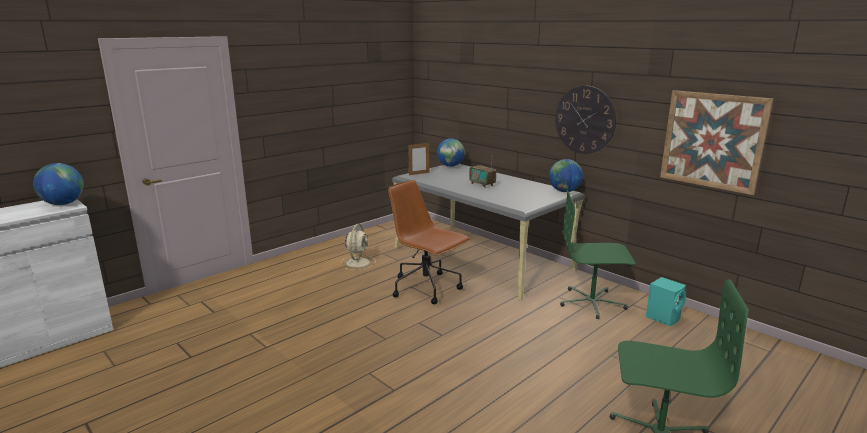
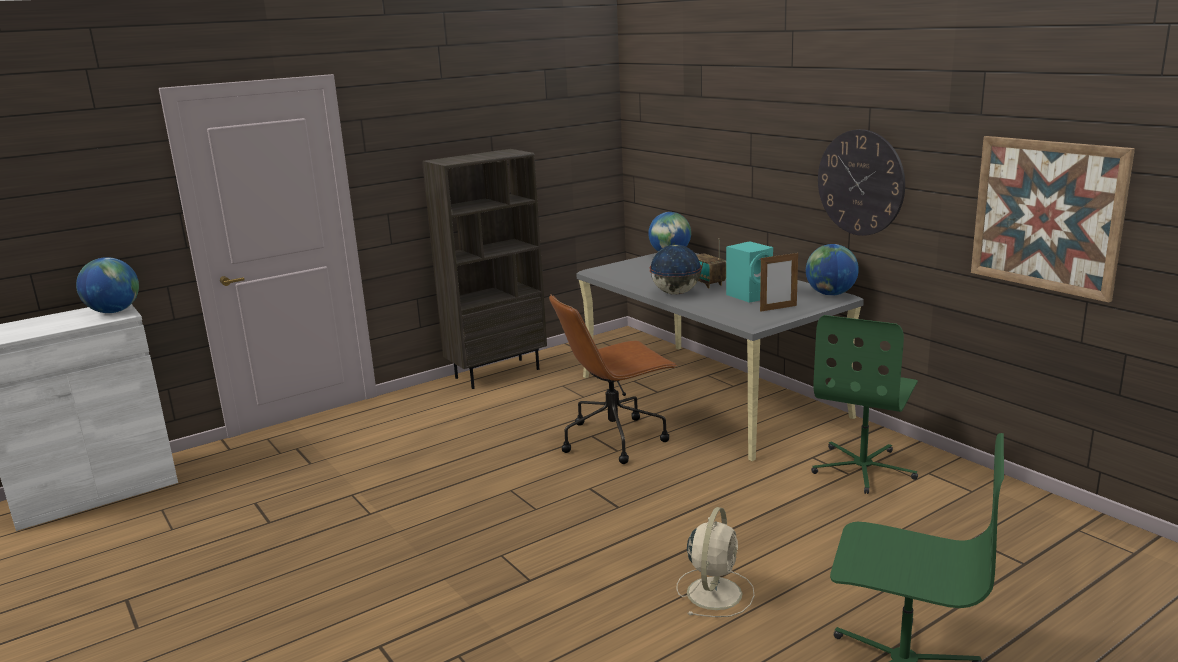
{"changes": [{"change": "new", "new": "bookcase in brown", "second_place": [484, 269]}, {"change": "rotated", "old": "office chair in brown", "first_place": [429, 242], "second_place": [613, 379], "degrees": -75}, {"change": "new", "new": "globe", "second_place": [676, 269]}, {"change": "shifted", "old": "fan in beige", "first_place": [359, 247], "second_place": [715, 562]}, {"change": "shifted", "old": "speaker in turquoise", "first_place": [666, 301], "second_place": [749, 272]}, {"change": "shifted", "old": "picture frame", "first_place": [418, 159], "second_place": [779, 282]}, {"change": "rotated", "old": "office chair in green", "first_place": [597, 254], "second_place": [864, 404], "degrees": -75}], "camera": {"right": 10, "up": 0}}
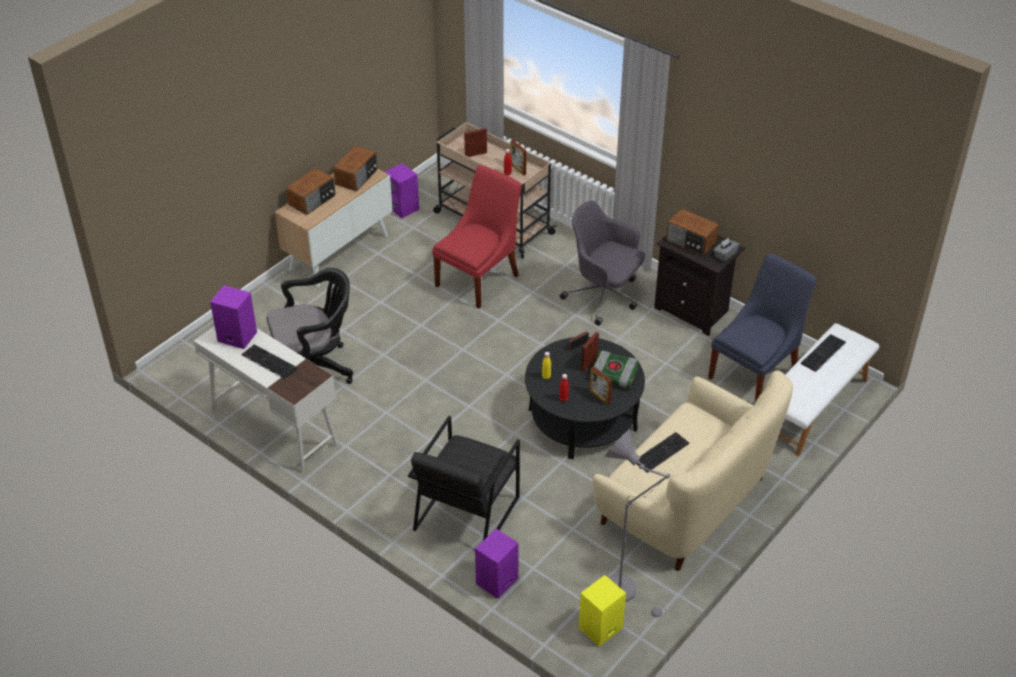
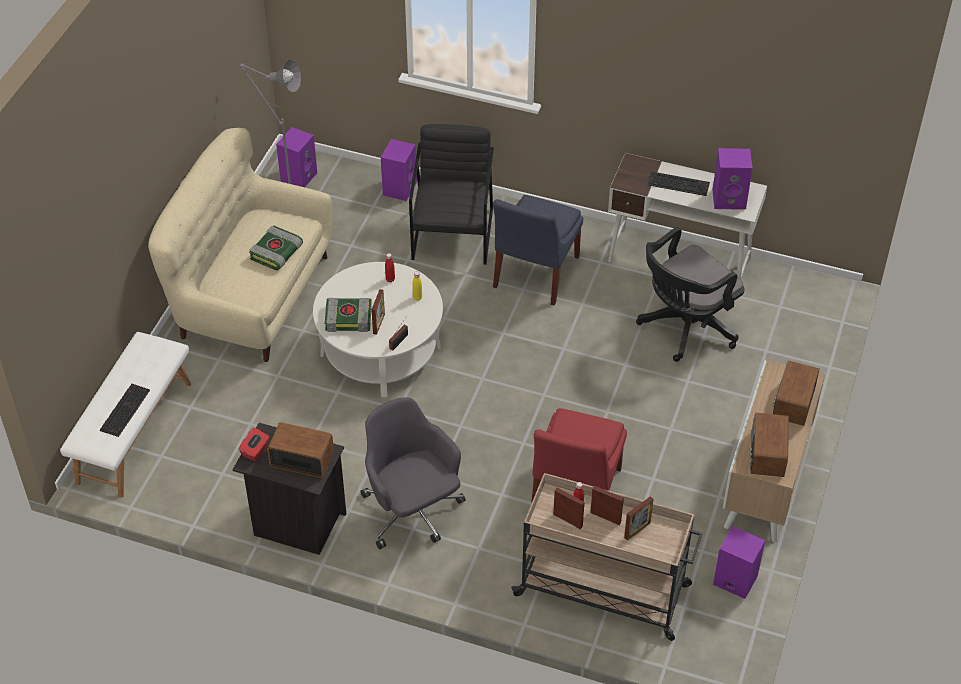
{"changes": [{"change": "repainted", "old": "tissue box in grey", "new": "tissue box in red", "first_place": [726, 250], "second_place": [254, 444]}, {"change": "swapped", "old": "keyboard", "new": "book", "first_place": [663, 452], "second_place": [276, 248]}, {"change": "repainted", "old": "speaker in yellow", "new": "speaker in purple", "first_place": [602, 611], "second_place": [296, 157]}, {"change": "repainted", "old": "coffee table in black", "new": "coffee table in white", "first_place": [585, 398], "second_place": [378, 329]}, {"change": "rotated", "old": "office chair in grey", "first_place": [602, 263], "second_place": [413, 473], "degrees": -135}, {"change": "shifted", "old": "chair in blue", "first_place": [762, 328], "second_place": [538, 250]}, {"change": "shifted", "old": "picture frame", "first_place": [601, 385], "second_place": [607, 505]}], "camera": {"right": 160, "up": 5}}
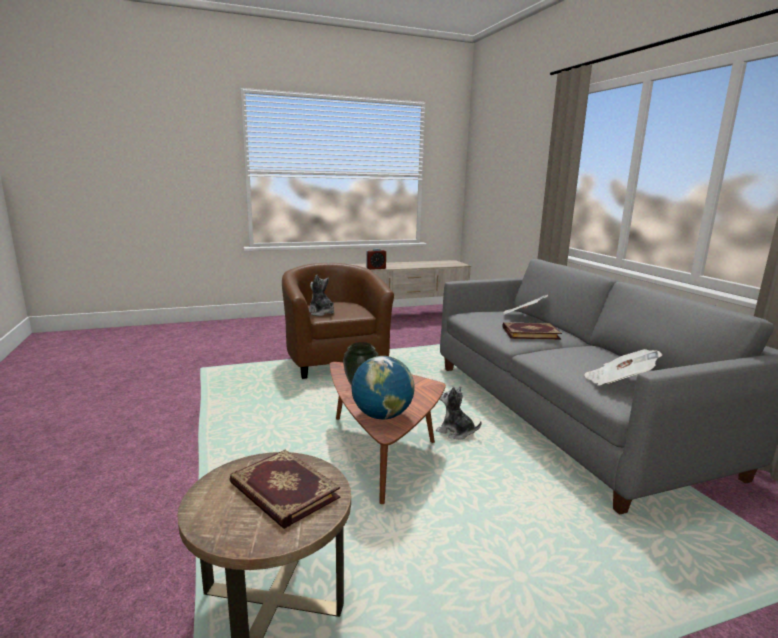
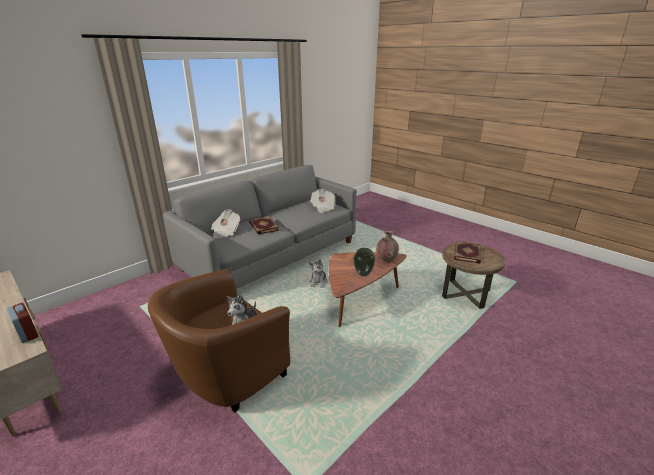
{"changes": [{"change": "swapped", "old": "globe", "new": "vase in brown", "first_place": [383, 387], "second_place": [387, 246]}], "camera": {"right": -115, "up": 10}}
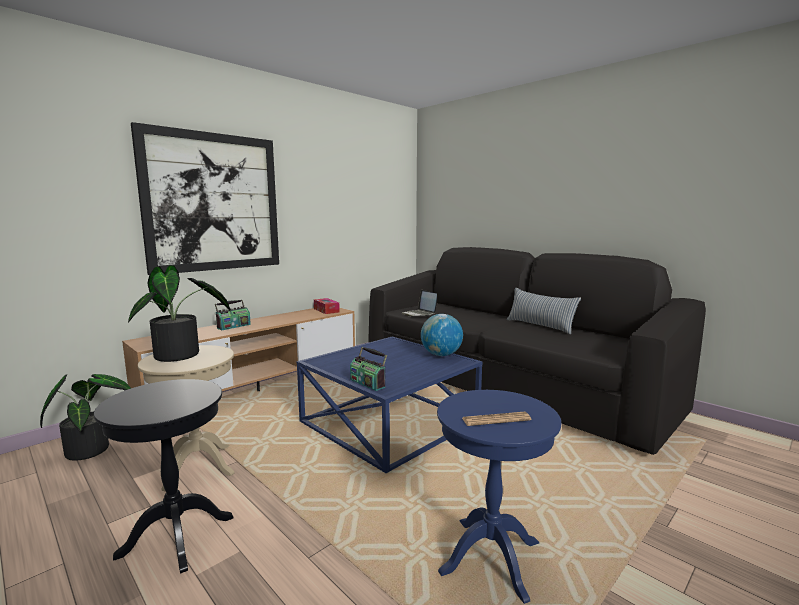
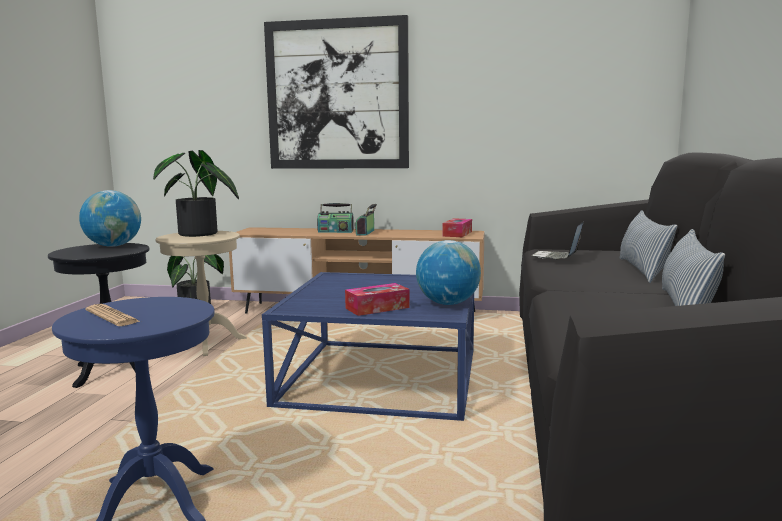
{"changes": [{"change": "new", "new": "globe", "second_place": [110, 218]}, {"change": "new", "new": "tissue box", "second_place": [377, 299]}, {"change": "shifted", "old": "radio", "first_place": [368, 369], "second_place": [366, 220]}, {"change": "new", "new": "pillow", "second_place": [648, 246]}], "camera": {"right": 55, "up": 0}}
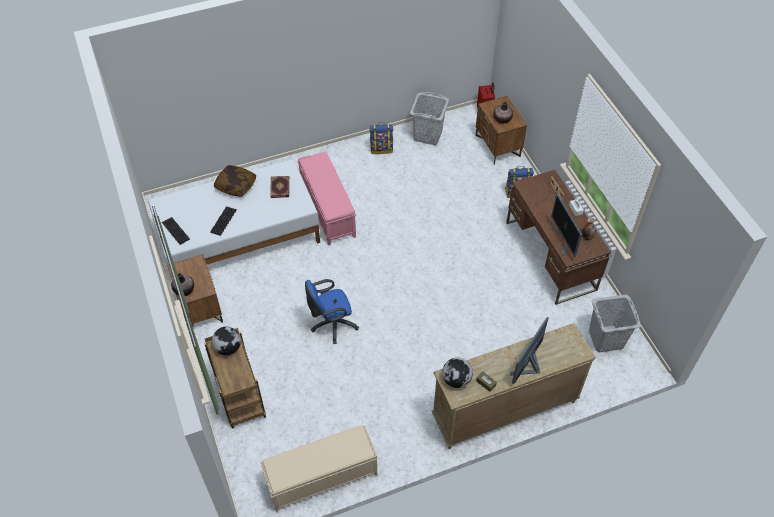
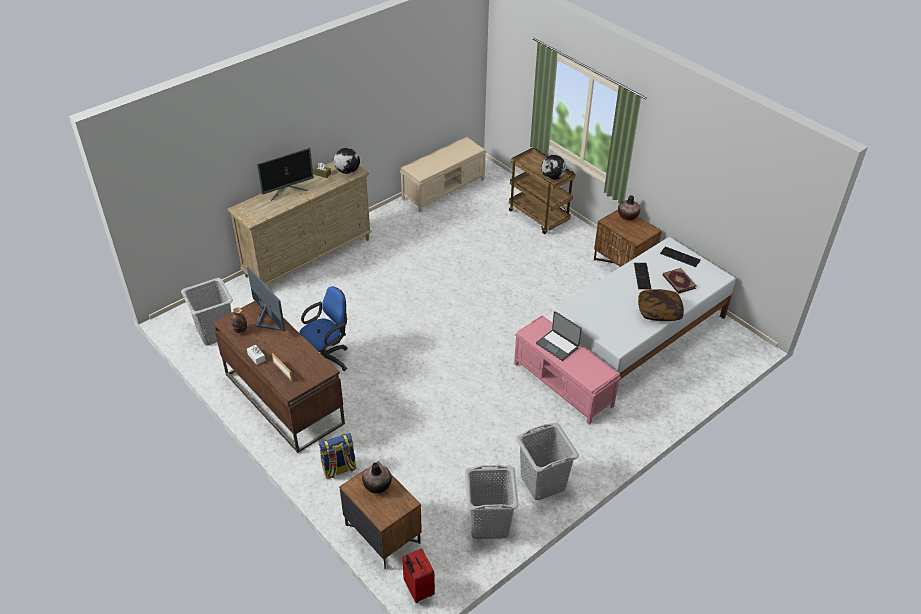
{"changes": [{"change": "rotated", "old": "monitor", "first_place": [529, 350], "second_place": [285, 174], "degrees": 45}, {"change": "shifted", "old": "office chair in blue", "first_place": [332, 311], "second_place": [323, 328]}, {"change": "swapped", "old": "backpack", "new": "laundry basket in grey", "first_place": [381, 138], "second_place": [547, 461]}, {"change": "new", "new": "laptop", "second_place": [559, 336]}, {"change": "shifted", "old": "book", "first_place": [279, 187], "second_place": [679, 281]}], "camera": {"right": 160, "up": -10}}
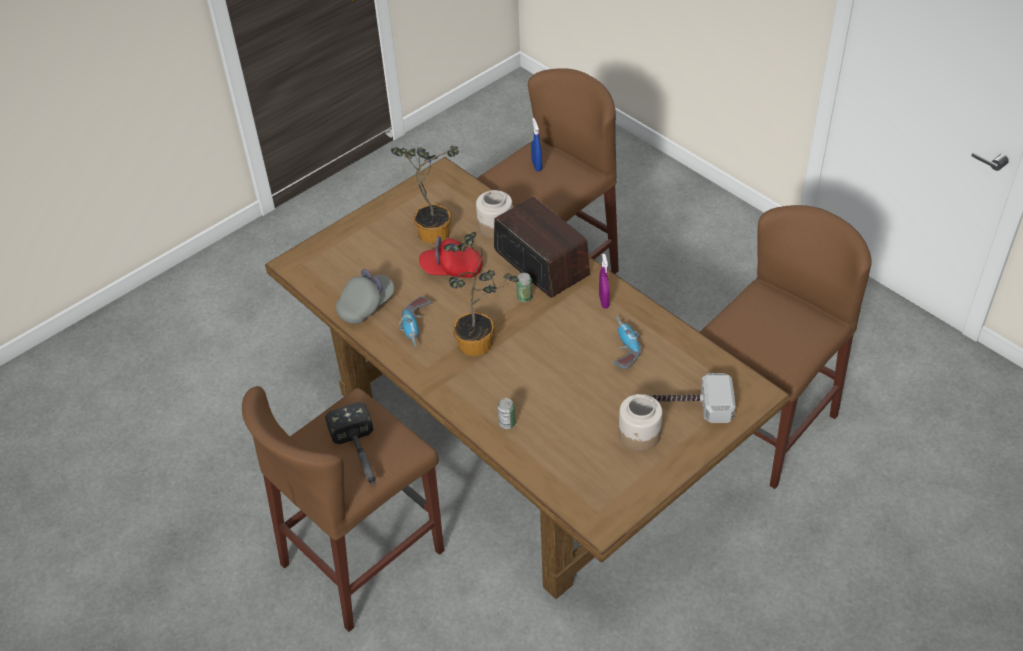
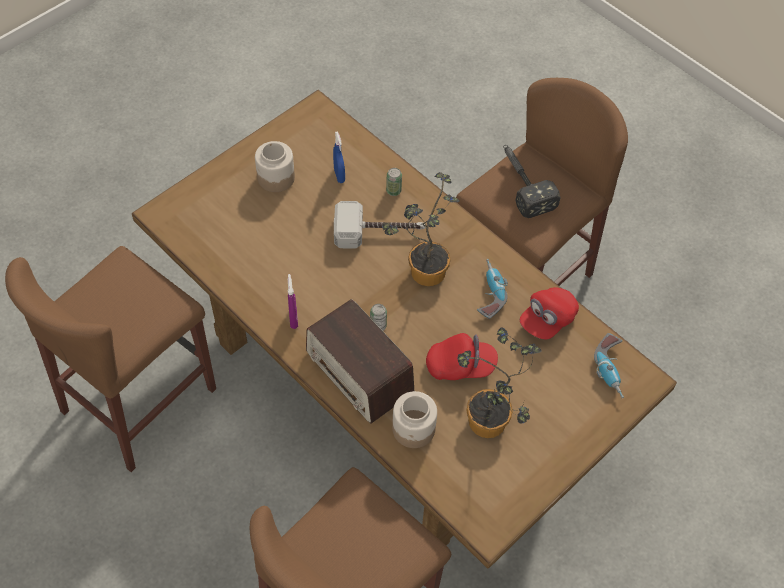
{"changes": [{"change": "shifted", "old": "spray bottle in blue", "first_place": [536, 144], "second_place": [339, 157]}, {"change": "shifted", "old": "hammer", "first_place": [692, 398], "second_place": [379, 225]}, {"change": "repainted", "old": "cap in grey", "new": "cap in red", "first_place": [365, 296], "second_place": [549, 313]}, {"change": "shifted", "old": "power drill", "first_place": [627, 342], "second_place": [609, 365]}], "camera": {"right": 175, "up": 10}}
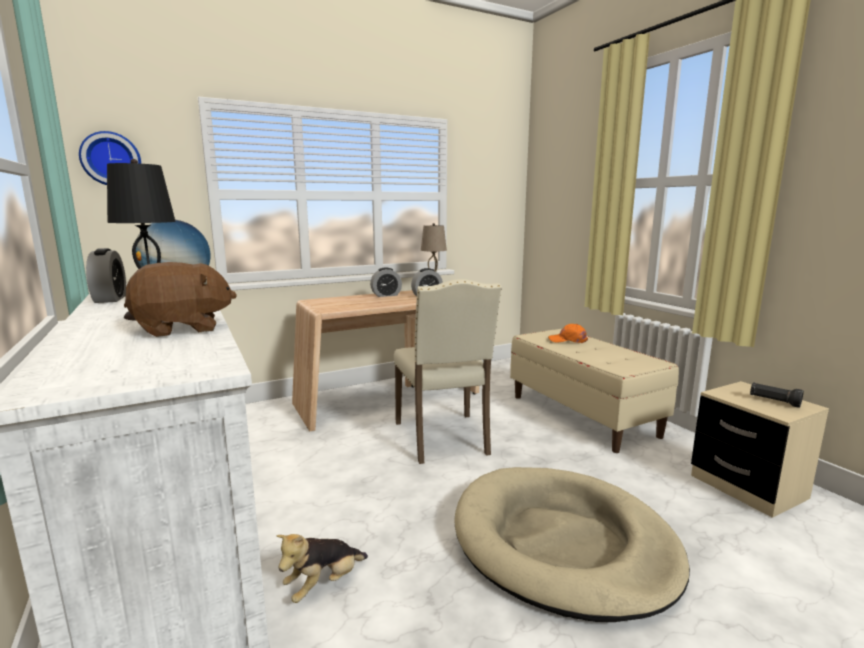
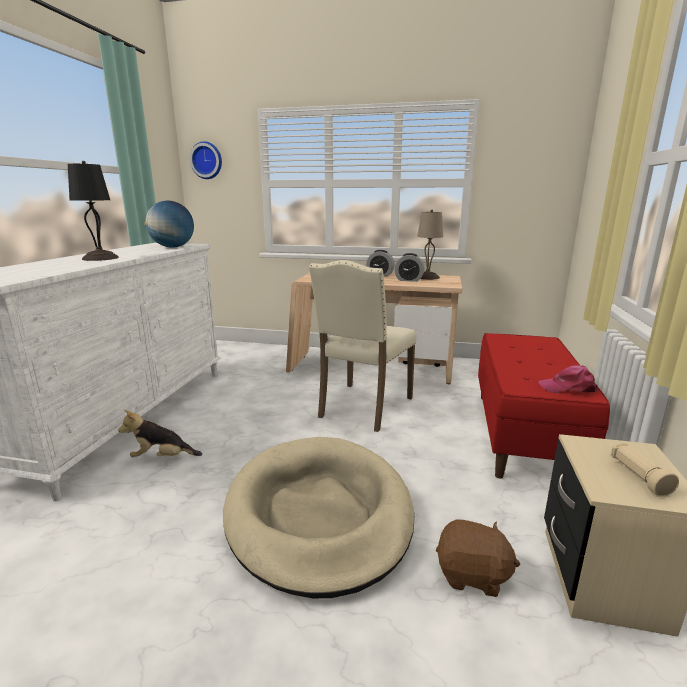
{"changes": [{"change": "shifted", "old": "plush toy in brown", "first_place": [180, 299], "second_place": [478, 558]}, {"change": "repainted", "old": "bench in beige", "new": "bench in red", "first_place": [594, 391], "second_place": [544, 405]}, {"change": "new", "new": "cap in pink", "second_place": [568, 379]}, {"change": "repainted", "old": "flashlight in black", "new": "flashlight in beige", "first_place": [777, 395], "second_place": [645, 470]}, {"change": "gone", "old": "alarm clock", "first_place": [106, 275]}, {"change": "gone", "old": "cap in orange", "first_place": [568, 333]}], "camera": {"right": 40, "up": 5}}
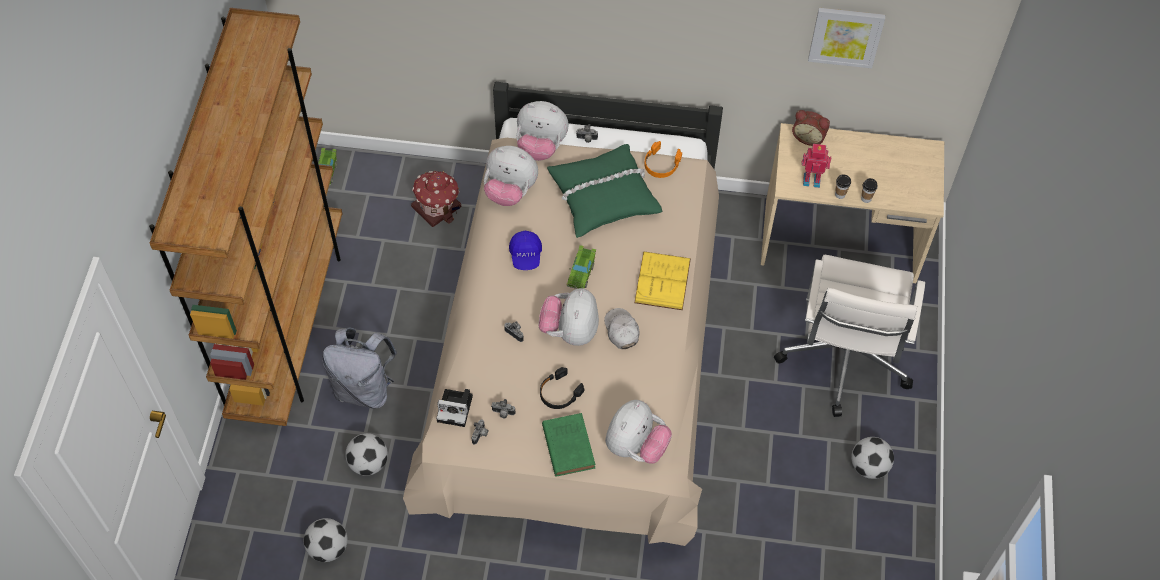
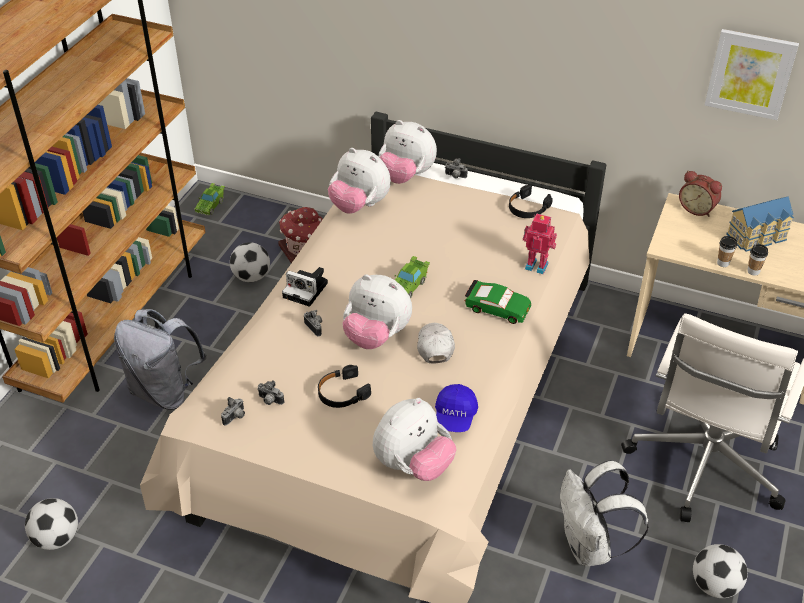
{"changes": [{"change": "shifted", "old": "football", "first_place": [366, 454], "second_place": [250, 262]}, {"change": "shifted", "old": "photo camera", "first_place": [454, 408], "second_place": [305, 287]}, {"change": "rotated", "old": "plush toy", "first_place": [569, 317], "second_place": [377, 311], "degrees": -90}, {"change": "shifted", "old": "cap in blue", "first_place": [525, 250], "second_place": [456, 408]}, {"change": "swapped", "old": "book in yellow", "new": "toy car in green", "first_place": [662, 280], "second_place": [498, 302]}, {"change": "repainted", "old": "headphones in orange", "new": "headphones in black", "first_place": [663, 159], "second_place": [531, 201]}, {"change": "shifted", "old": "toy robot", "first_place": [816, 166], "second_place": [540, 244]}, {"change": "new", "new": "backpack in white", "second_place": [604, 513]}, {"change": "new", "new": "toy house", "second_place": [760, 224]}, {"change": "gone", "old": "book in green", "first_place": [568, 445]}, {"change": "gone", "old": "pillow in green", "first_place": [604, 191]}], "camera": {"right": 15, "up": -15}}
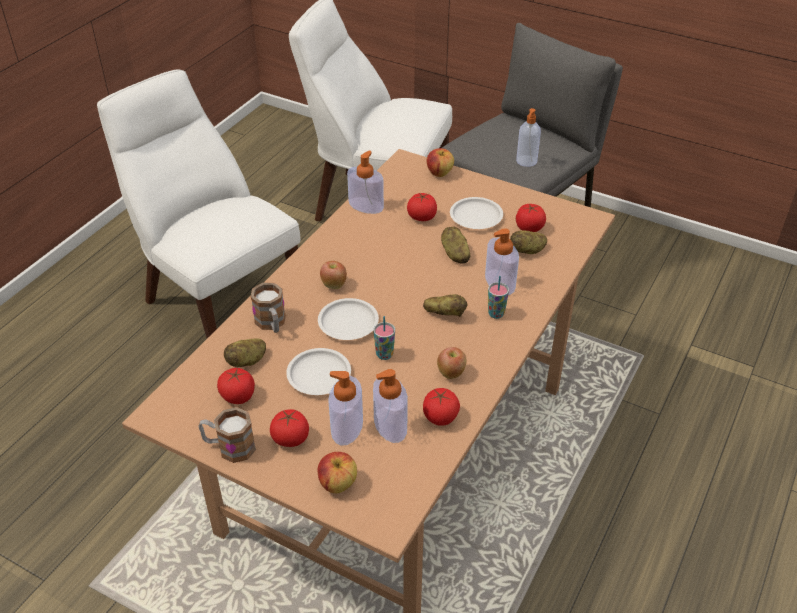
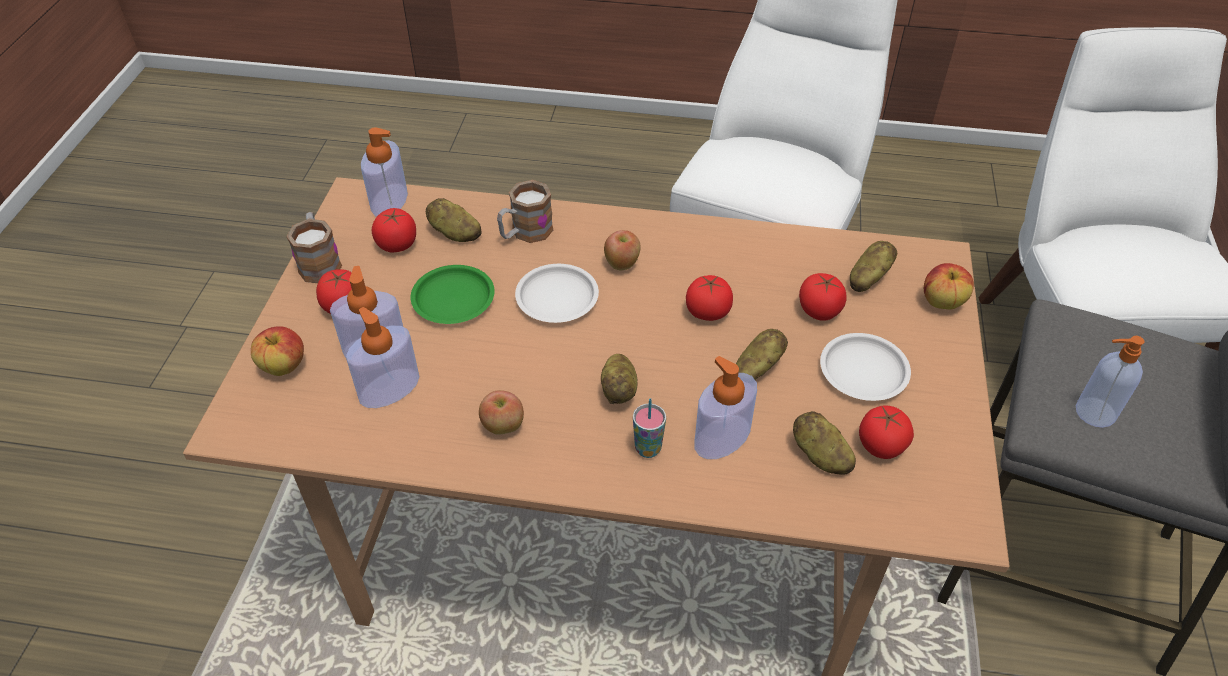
{"changes": [{"change": "shifted", "old": "soap dispenser", "first_place": [365, 182], "second_place": [384, 172]}, {"change": "repainted", "old": "plate in white", "new": "plate in green", "first_place": [318, 371], "second_place": [453, 294]}, {"change": "shifted", "old": "tomato", "first_place": [441, 407], "second_place": [709, 298]}, {"change": "new", "new": "potato", "second_place": [874, 266]}, {"change": "gone", "old": "cup", "first_place": [384, 338]}], "camera": {"right": 70, "up": 5}}
